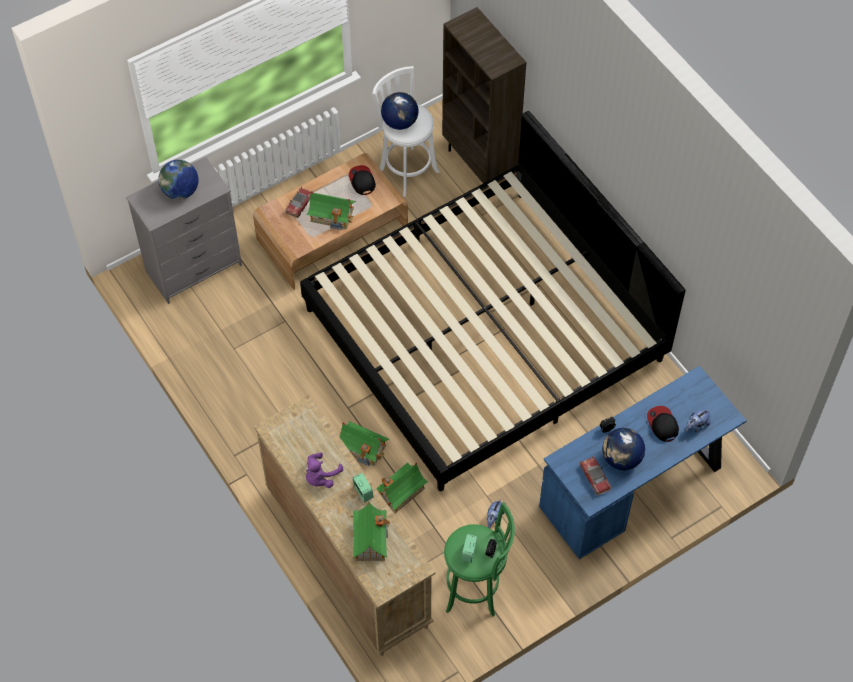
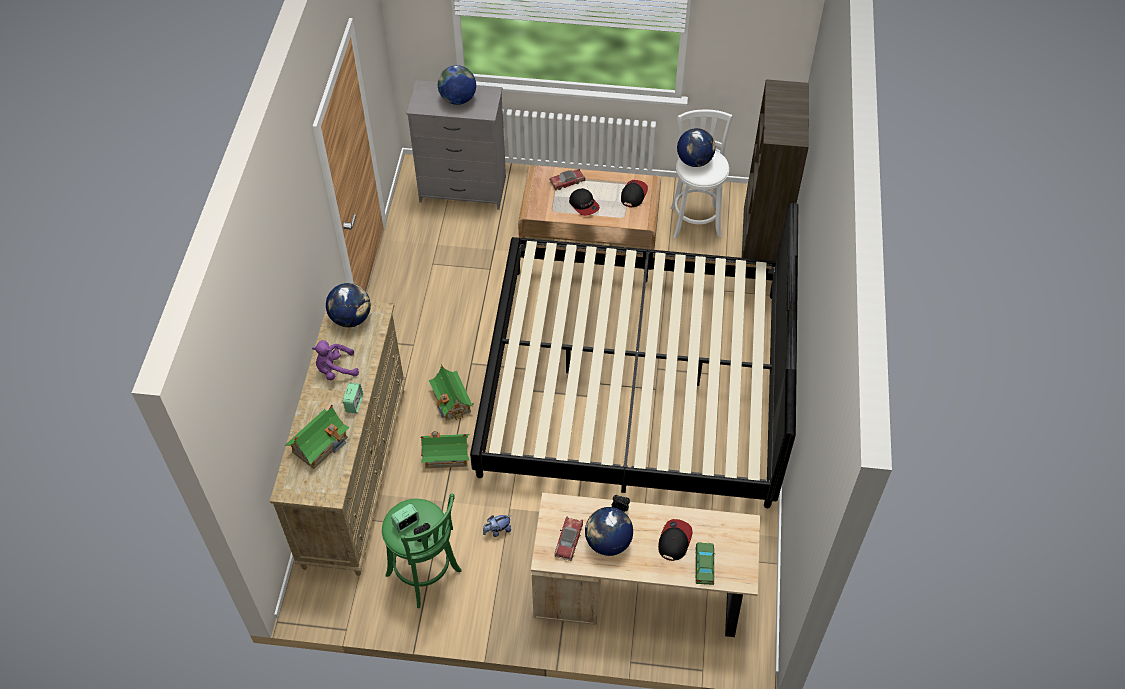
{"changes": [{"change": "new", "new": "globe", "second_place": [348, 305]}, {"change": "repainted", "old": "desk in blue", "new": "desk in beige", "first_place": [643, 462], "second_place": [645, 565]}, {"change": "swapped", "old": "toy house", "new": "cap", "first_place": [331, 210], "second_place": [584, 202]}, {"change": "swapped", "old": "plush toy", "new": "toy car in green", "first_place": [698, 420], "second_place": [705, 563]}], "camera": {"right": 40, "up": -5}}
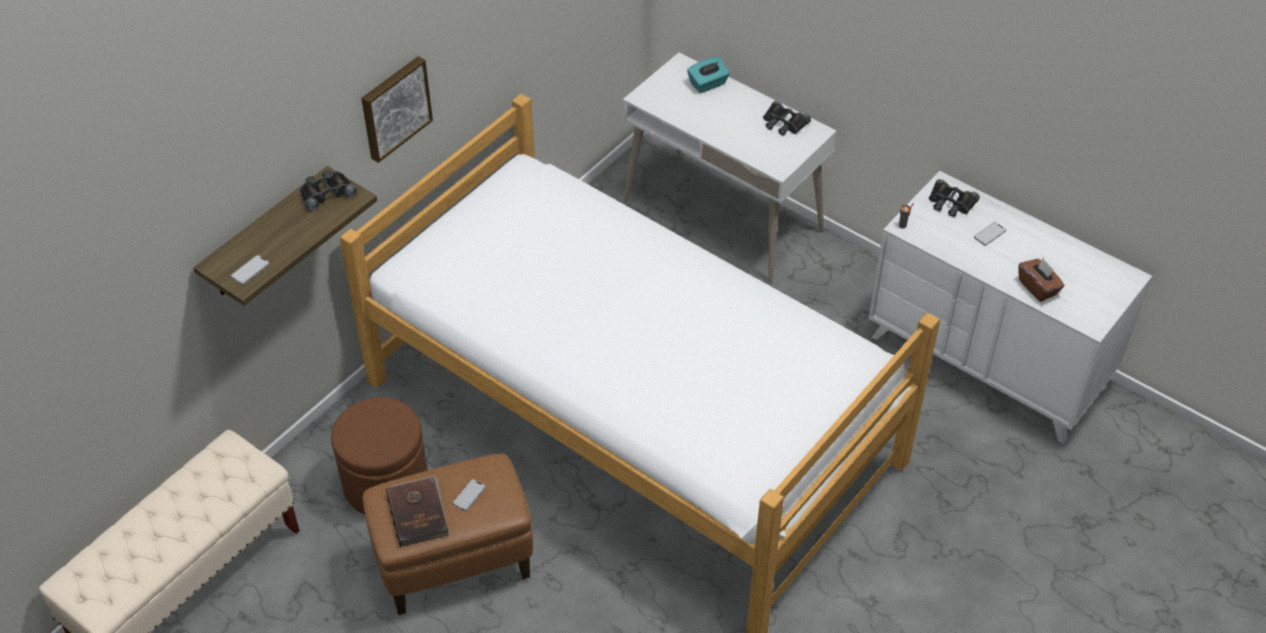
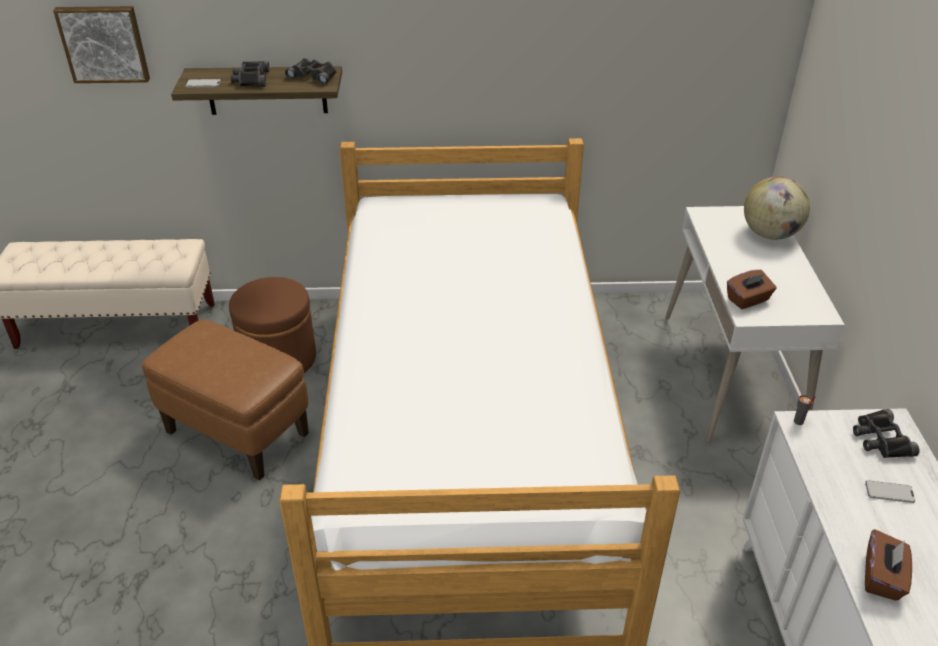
{"changes": [{"change": "shifted", "old": "picture", "first_place": [397, 109], "second_place": [101, 44]}, {"change": "shifted", "old": "binoculars in black", "first_place": [787, 118], "second_place": [250, 74]}, {"change": "new", "new": "tissue box in brown", "second_place": [751, 289]}, {"change": "swapped", "old": "tissue box in turquoise", "new": "globe", "first_place": [708, 75], "second_place": [777, 208]}, {"change": "gone", "old": "book in brown", "first_place": [417, 511]}, {"change": "gone", "old": "phone", "first_place": [469, 495]}], "camera": {"right": 50, "up": -10}}
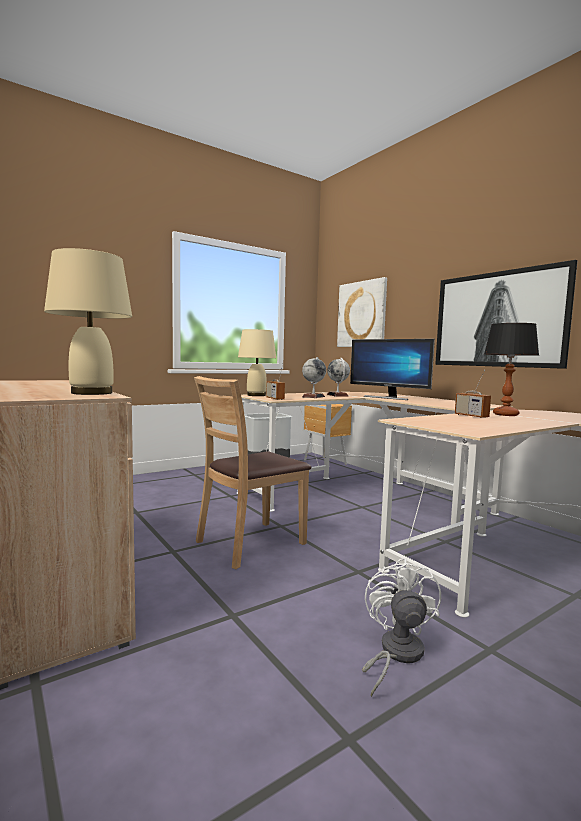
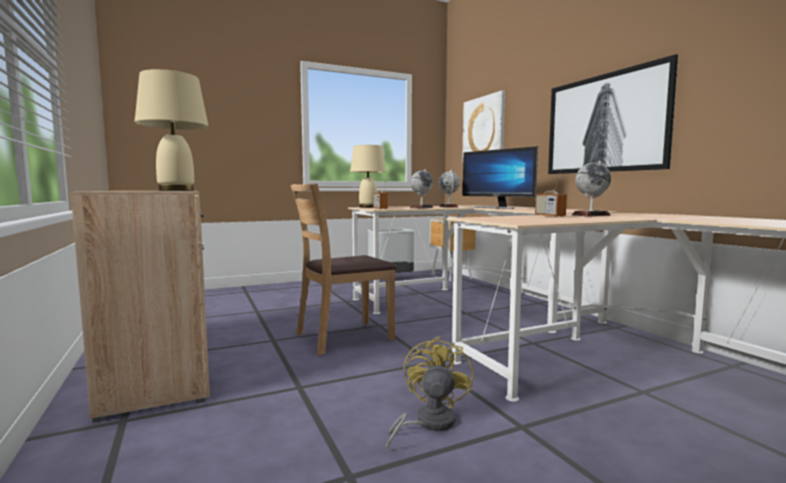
{"changes": [{"change": "repainted", "old": "fan in white", "new": "fan in yellow", "first_place": [401, 627], "second_place": [430, 393]}, {"change": "swapped", "old": "table lamp", "new": "globe", "first_place": [511, 369], "second_place": [591, 188]}], "camera": {"right": 10, "up": 0}}
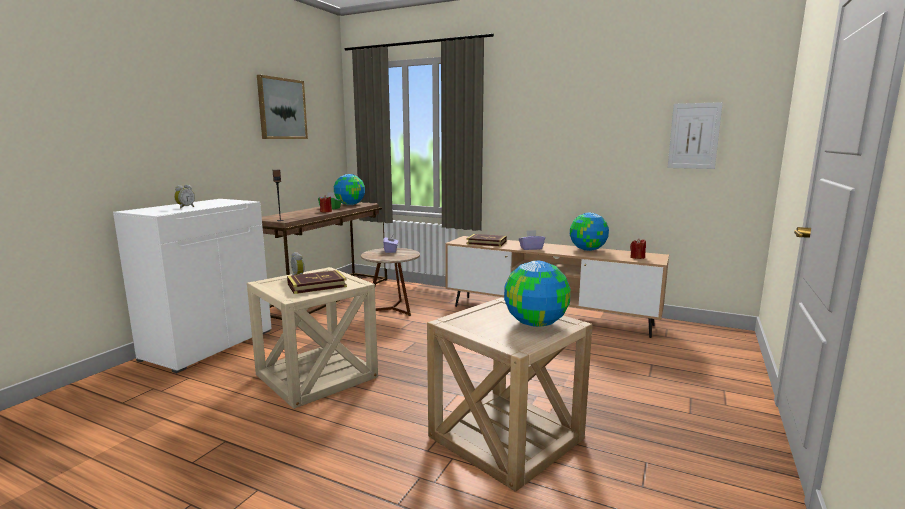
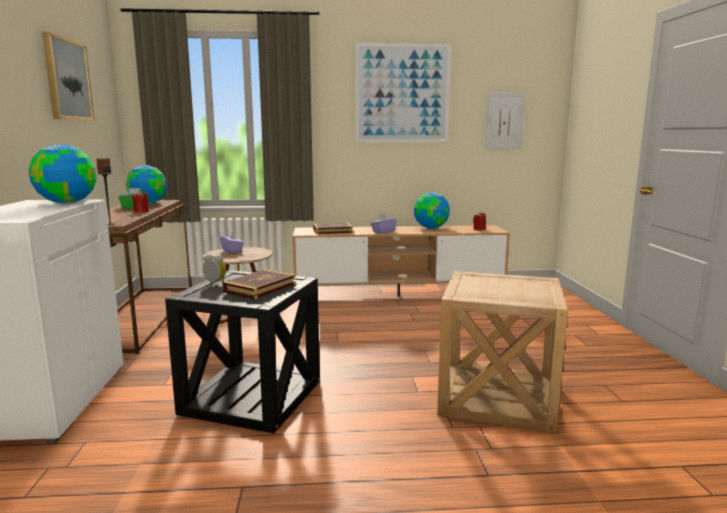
{"changes": [{"change": "shifted", "old": "globe", "first_place": [537, 294], "second_place": [62, 174]}, {"change": "repainted", "old": "side table in beige", "new": "side table in black", "first_place": [312, 338], "second_place": [242, 351]}, {"change": "new", "new": "picture", "second_place": [403, 92]}, {"change": "gone", "old": "alarm clock", "first_place": [184, 197]}], "camera": {"right": -30, "up": 0}}
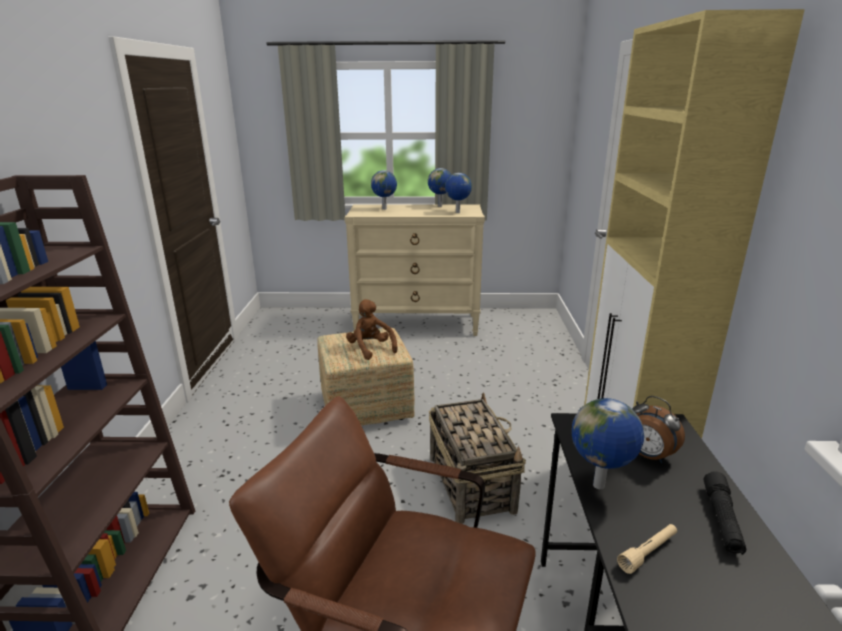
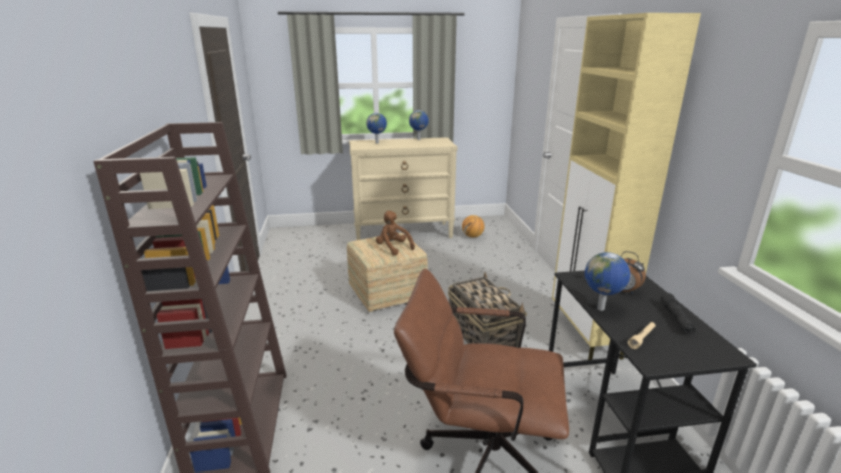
{"changes": [{"change": "new", "new": "basketball", "second_place": [473, 226]}, {"change": "gone", "old": "globe", "first_place": [458, 193]}], "camera": {"right": -10, "up": 0}}
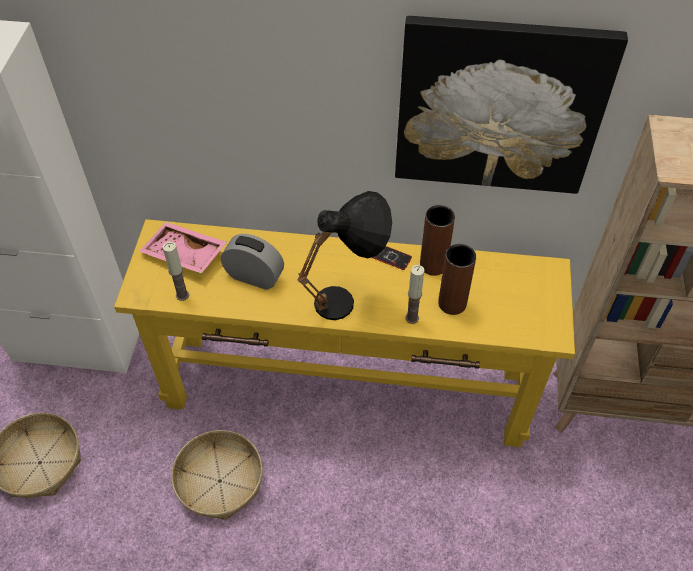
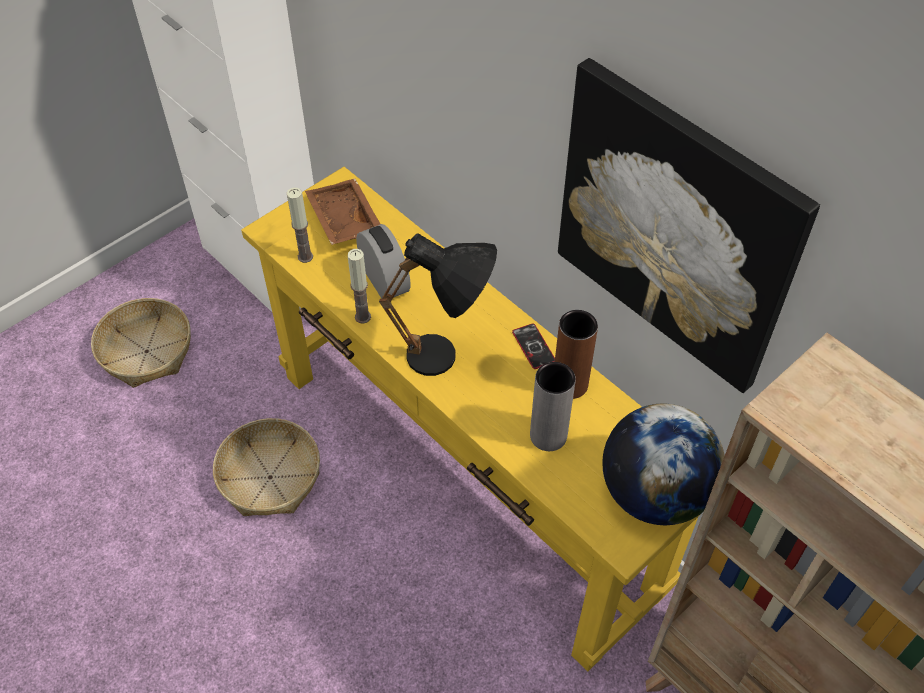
{"changes": [{"change": "repainted", "old": "tray in pink", "new": "tray in brown", "first_place": [183, 248], "second_place": [342, 212]}, {"change": "shifted", "old": "candle", "first_place": [414, 294], "second_place": [359, 286]}, {"change": "repainted", "old": "vase in brown", "new": "vase in grey", "first_place": [457, 279], "second_place": [553, 406]}, {"change": "new", "new": "globe", "second_place": [663, 464]}], "camera": {"right": 40, "up": 0}}
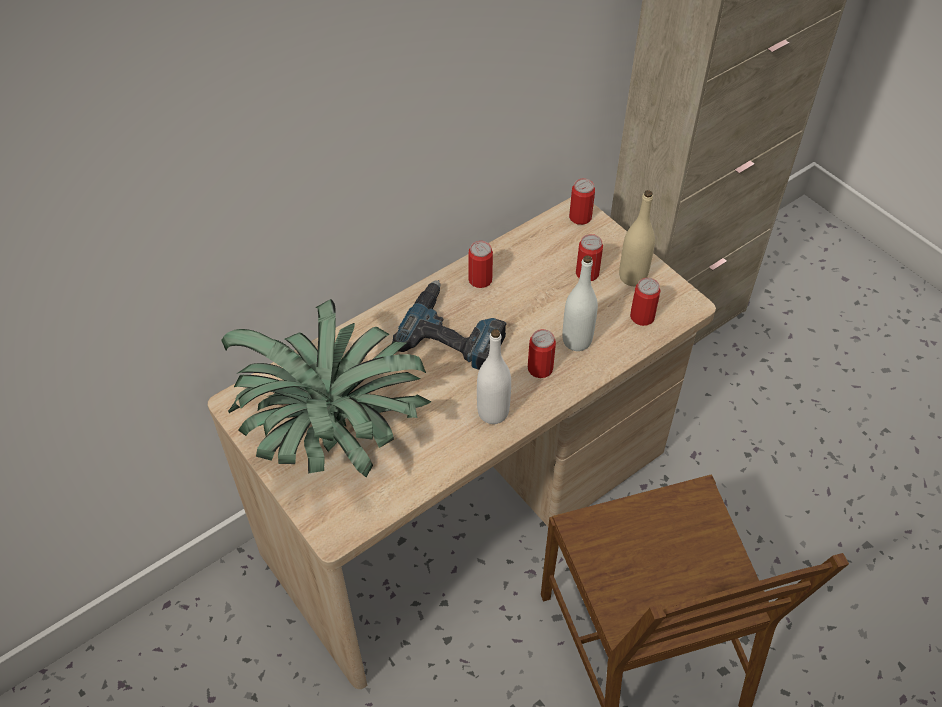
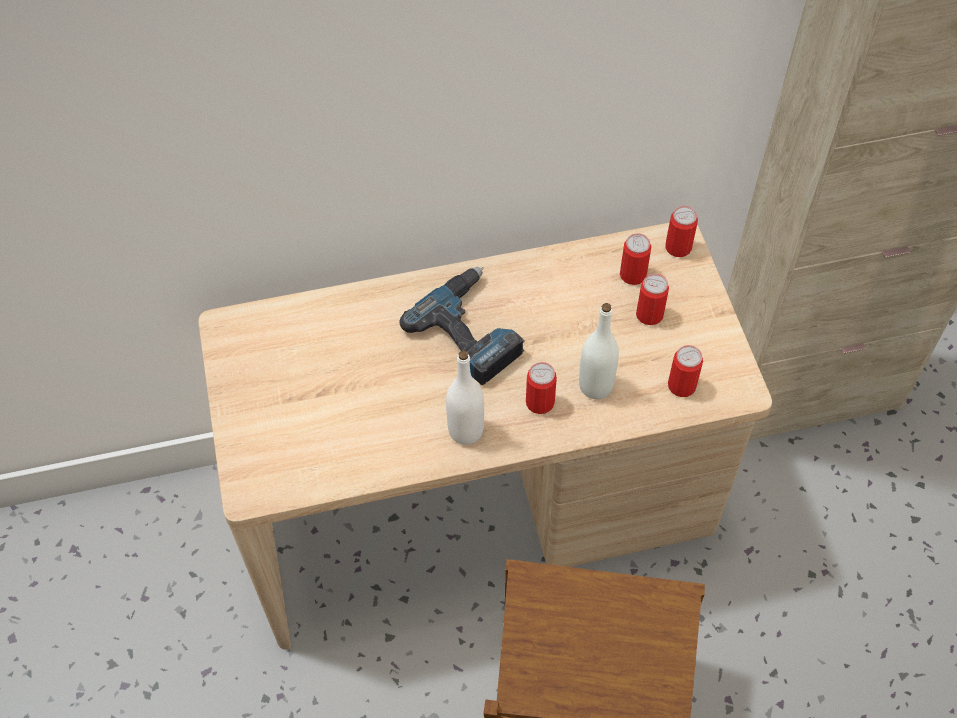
{"changes": [{"change": "shifted", "old": "can", "first_place": [480, 264], "second_place": [635, 259]}, {"change": "gone", "old": "potted plant", "first_place": [327, 388]}, {"change": "gone", "old": "bottle in beige", "first_place": [637, 238]}], "camera": {"right": 25, "up": 5}}
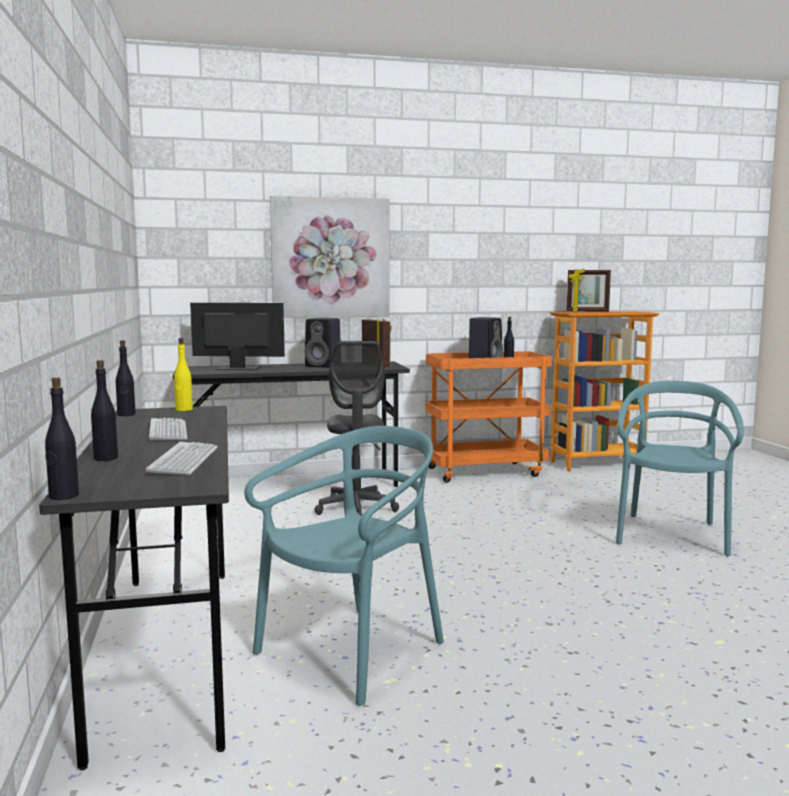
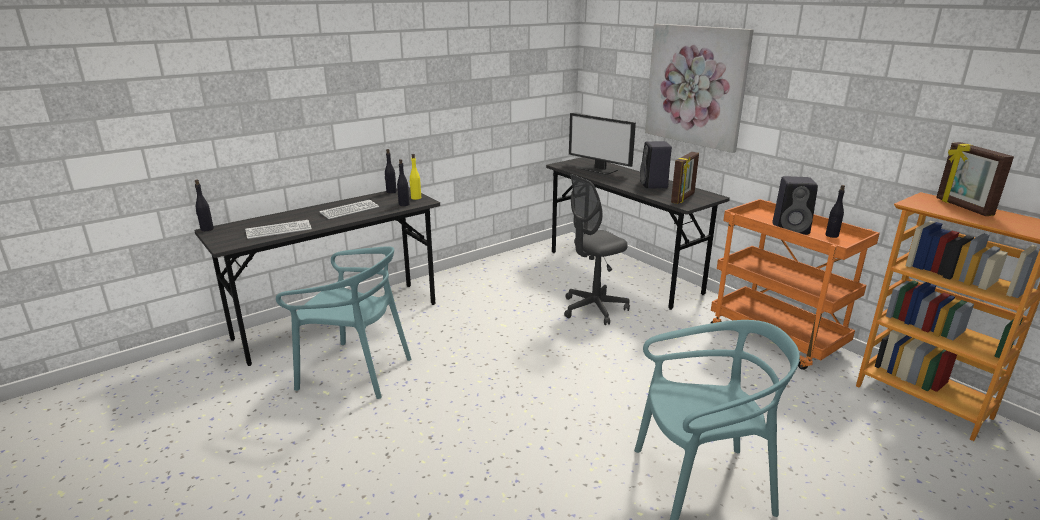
{"changes": [{"change": "shifted", "old": "bottle in black", "first_place": [104, 410], "second_place": [403, 182]}, {"change": "rotated", "old": "monitor", "first_place": [237, 336], "second_place": [602, 144], "degrees": 150}], "camera": {"right": 65, "up": 15}}
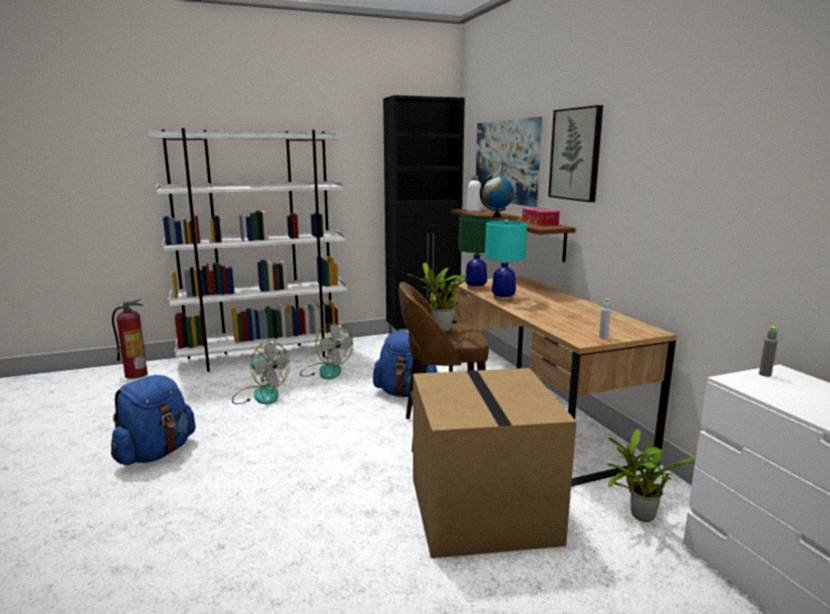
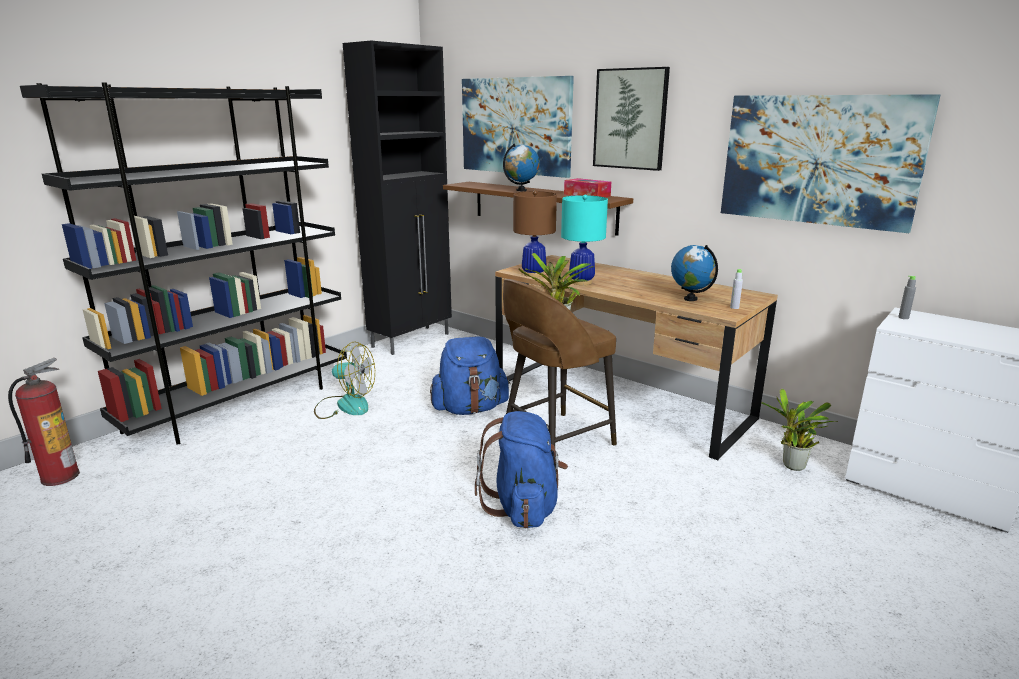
{"changes": [{"change": "repainted", "old": "bookcase in white", "new": "bookcase in black", "first_place": [248, 250], "second_place": [183, 263]}, {"change": "shifted", "old": "backpack in blue", "first_place": [153, 420], "second_place": [521, 470]}, {"change": "repainted", "old": "table lamp in green", "new": "table lamp in brown", "first_place": [477, 252], "second_place": [535, 233]}, {"change": "new", "new": "globe", "second_place": [694, 273]}, {"change": "new", "new": "picture", "second_place": [831, 163]}, {"change": "gone", "old": "fan", "first_place": [261, 372]}, {"change": "gone", "old": "cardboard box", "first_place": [495, 463]}, {"change": "gone", "old": "bottle in white", "first_place": [474, 194]}], "camera": {"right": -30, "up": 5}}
